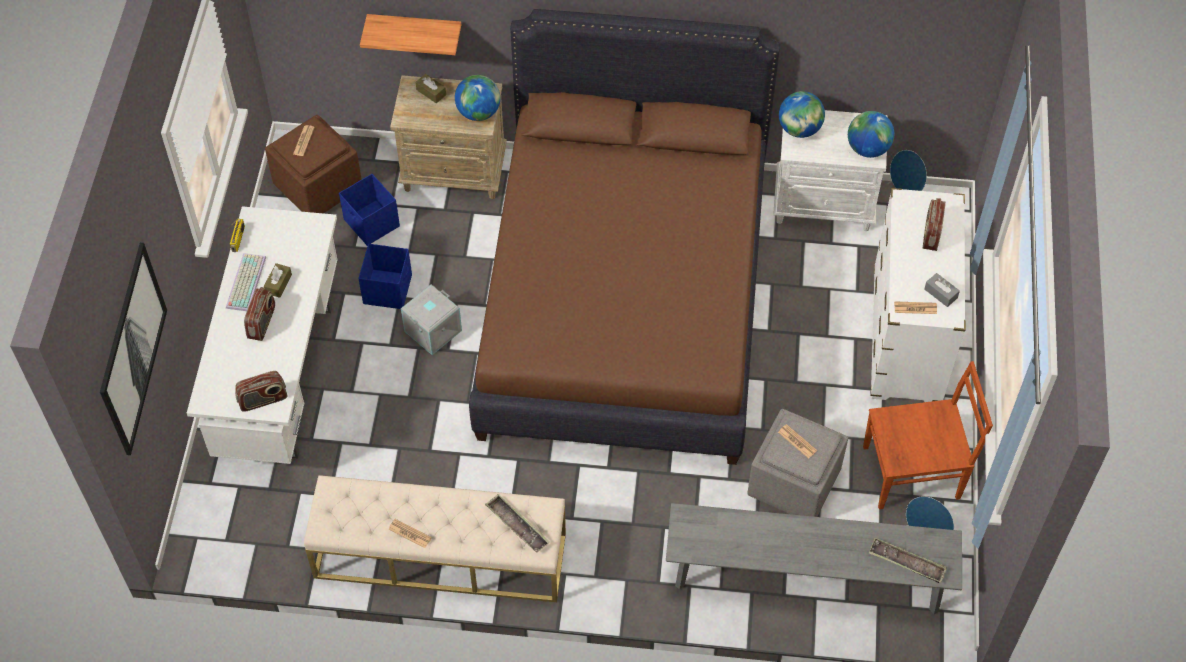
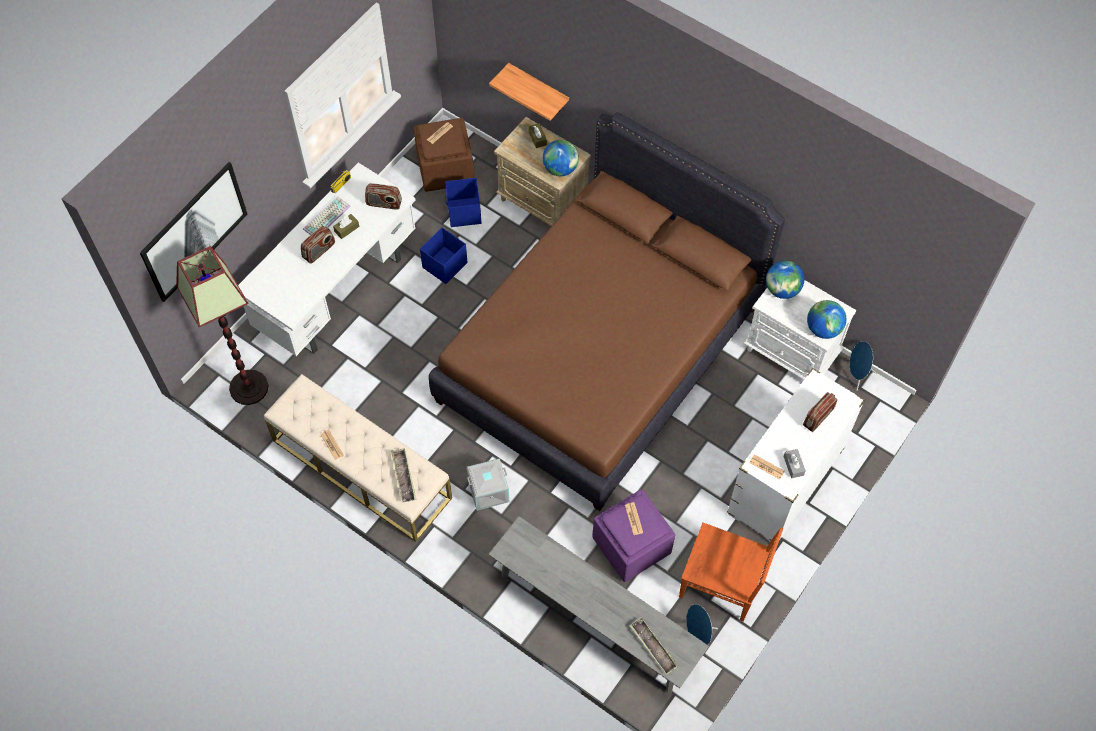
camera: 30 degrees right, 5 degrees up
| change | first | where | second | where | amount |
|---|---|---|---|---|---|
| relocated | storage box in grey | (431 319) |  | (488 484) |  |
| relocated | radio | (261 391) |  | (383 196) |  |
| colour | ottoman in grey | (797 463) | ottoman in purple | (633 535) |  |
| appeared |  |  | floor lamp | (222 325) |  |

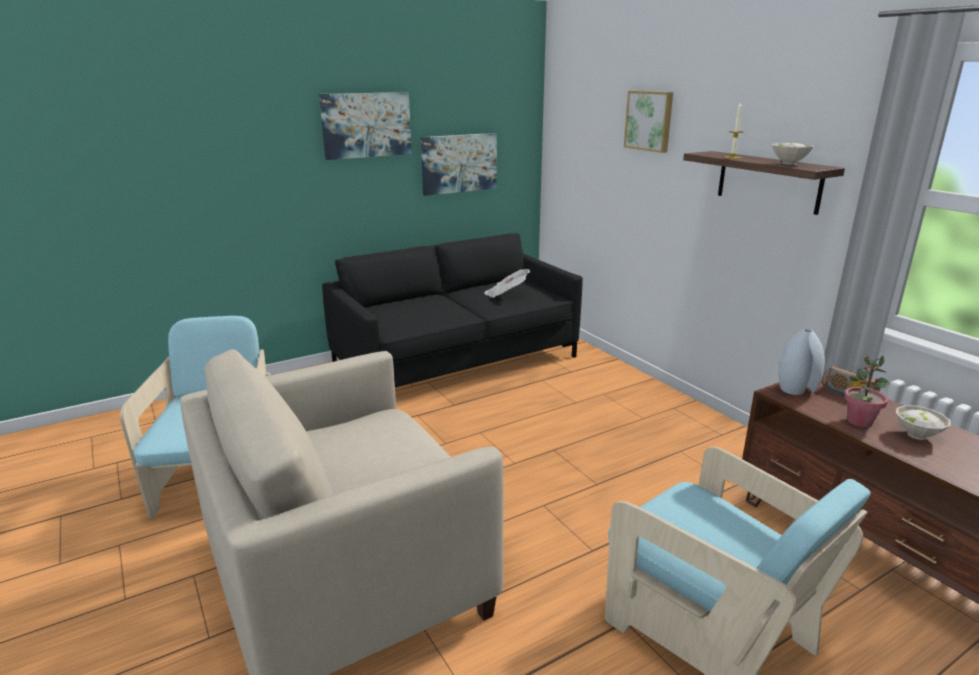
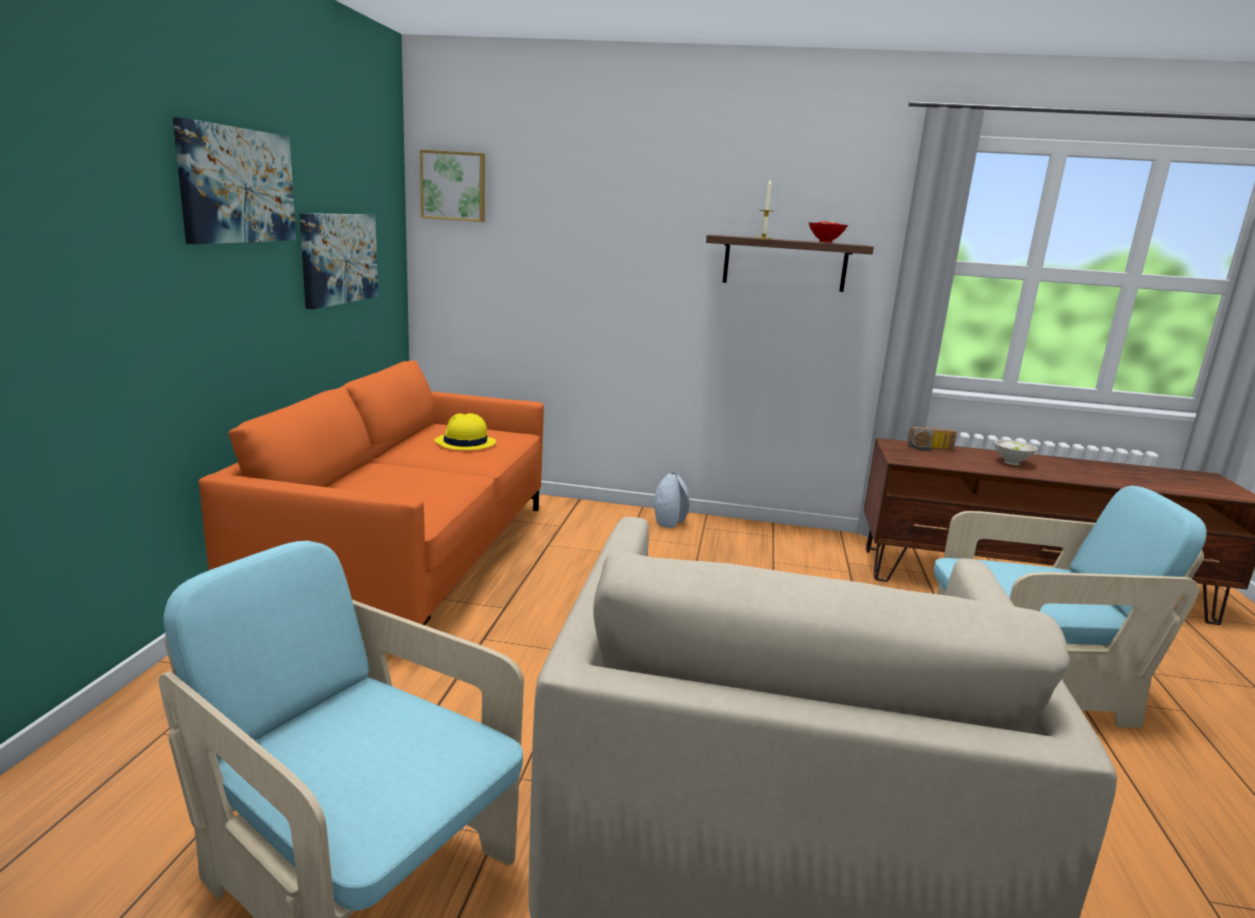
camera: 50 degrees left, 5 degrees down
| change | first | where | second | where | amount |
|---|---|---|---|---|---|
| relocated | picture | (648 122) |  | (452 186) |  |
| colour | bowl in white | (793 154) | bowl in red | (828 232) |  |
| colour | sofa in black | (452 310) | sofa in orange | (371 492) |  |
| exchanged | newspaper | (507 283) | hat in yellow | (465 431) |  |
| relocated | vase in grey | (801 362) |  | (671 500) |  |
| missing | potted plant | (867 391) |  |  |  |

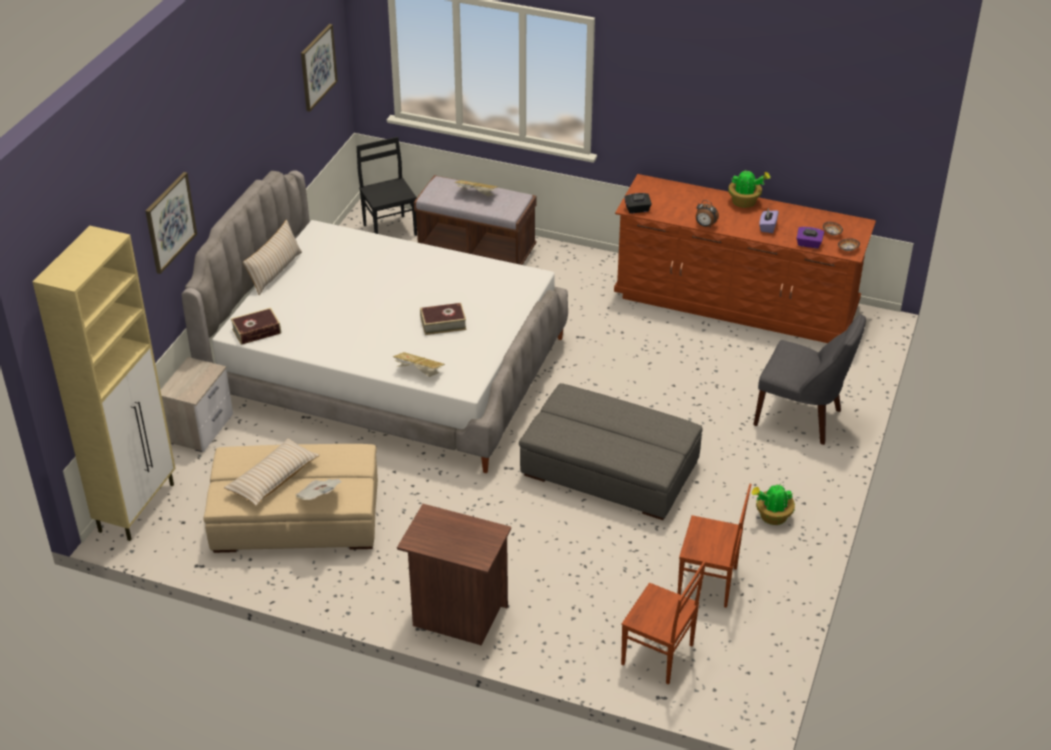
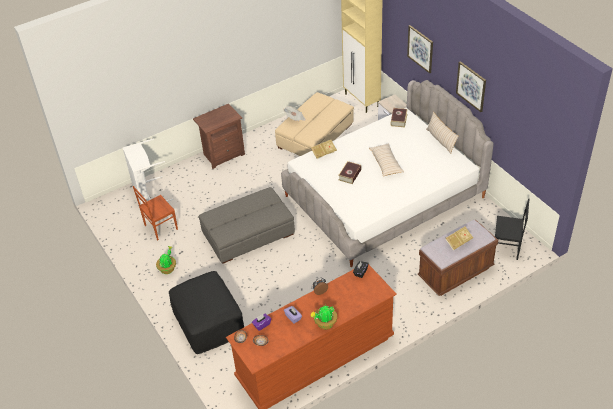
camera: 130 degrees right, 5 degrees up
| change | first | where | second | where | amount |
|---|---|---|---|---|---|
| relocated | picture | (319 68) |  | (471 86) |  |
| exchanged | chair in grey | (809 379) | ottoman in black | (206 312) |  |
| relocated | pillow in beige | (272 472) |  | (386 160) |  |
| exchanged | chair in brown | (663 622) | laundry basket in white | (148 171) |  |

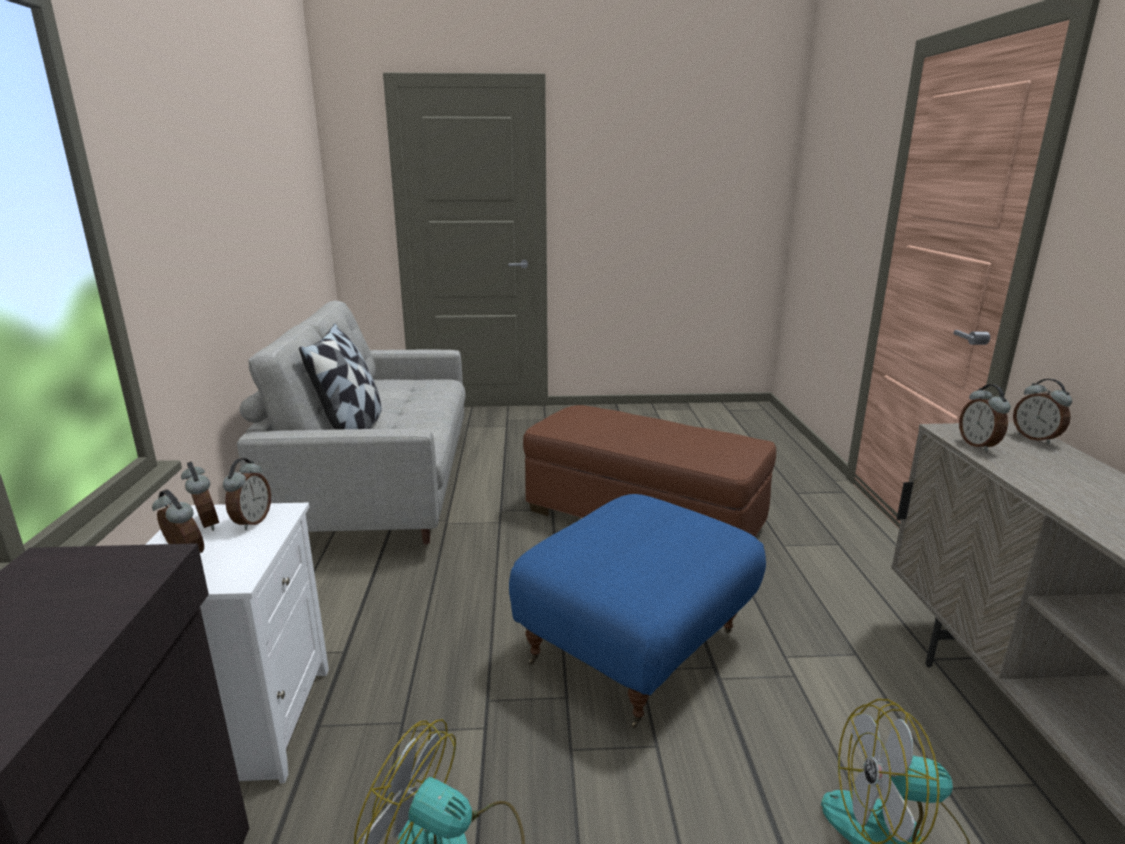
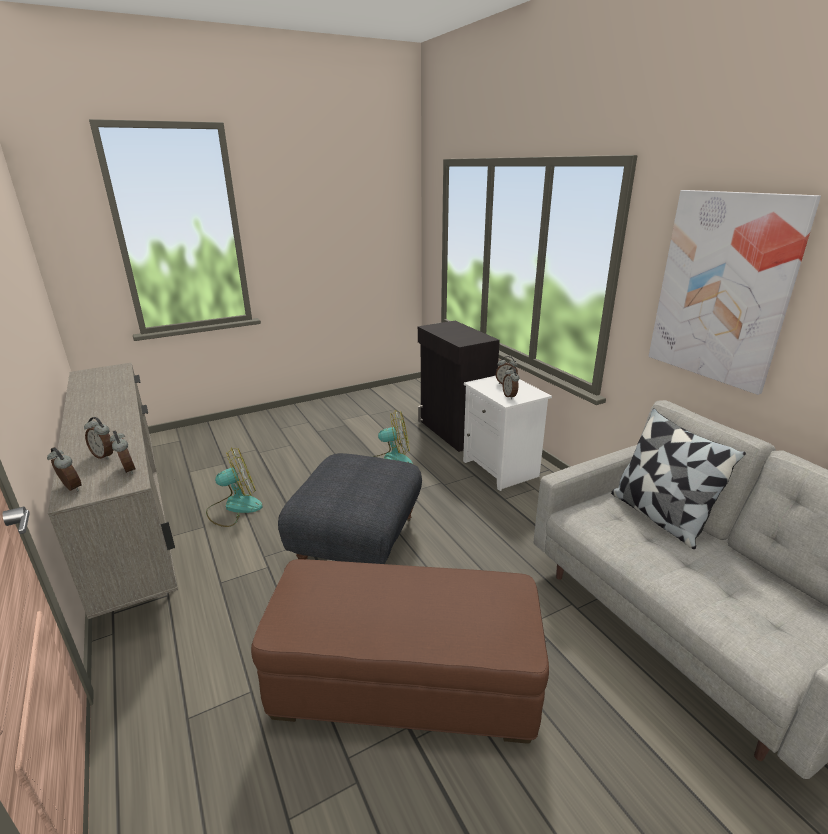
camera: 155 degrees right, 5 degrees up
| change | first | where | second | where | amount |
|---|---|---|---|---|---|
| relocated | alarm clock | (200 496) |  | (98 438) |  |
| colour | ottoman in blue | (637 611) | ottoman in grey | (350 508) |  |
| appeared |  |  | picture | (734 292) |  |

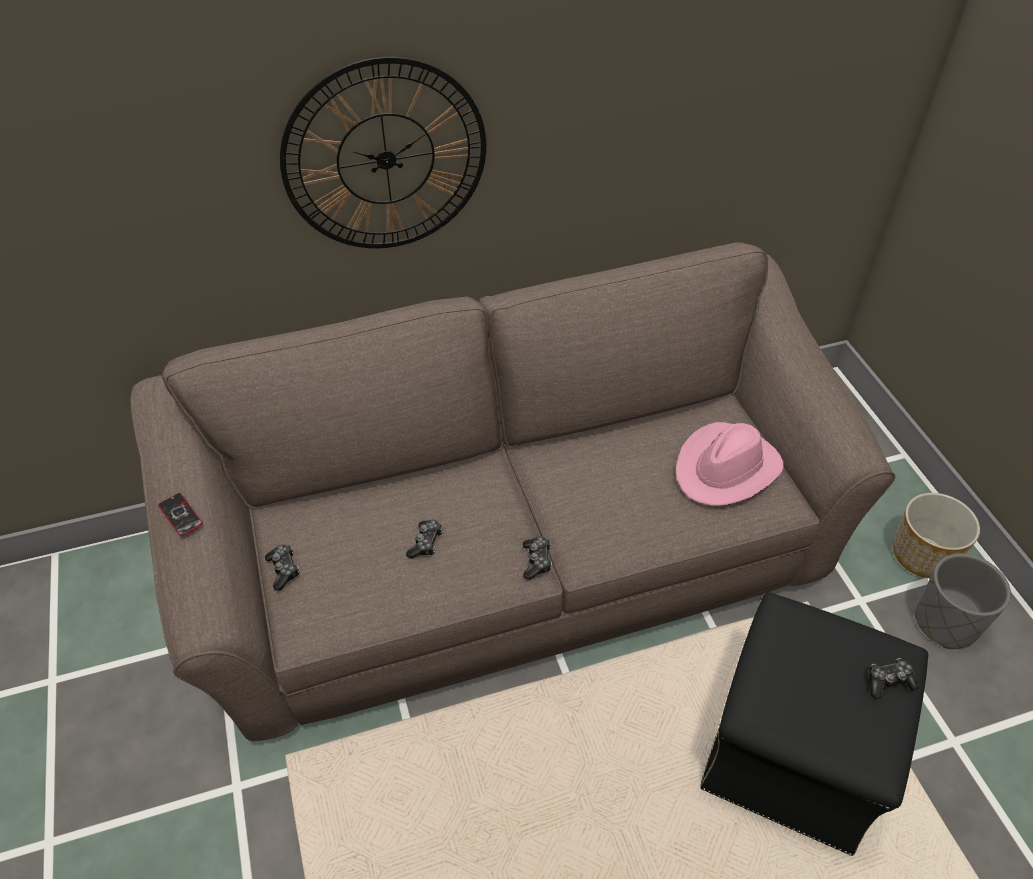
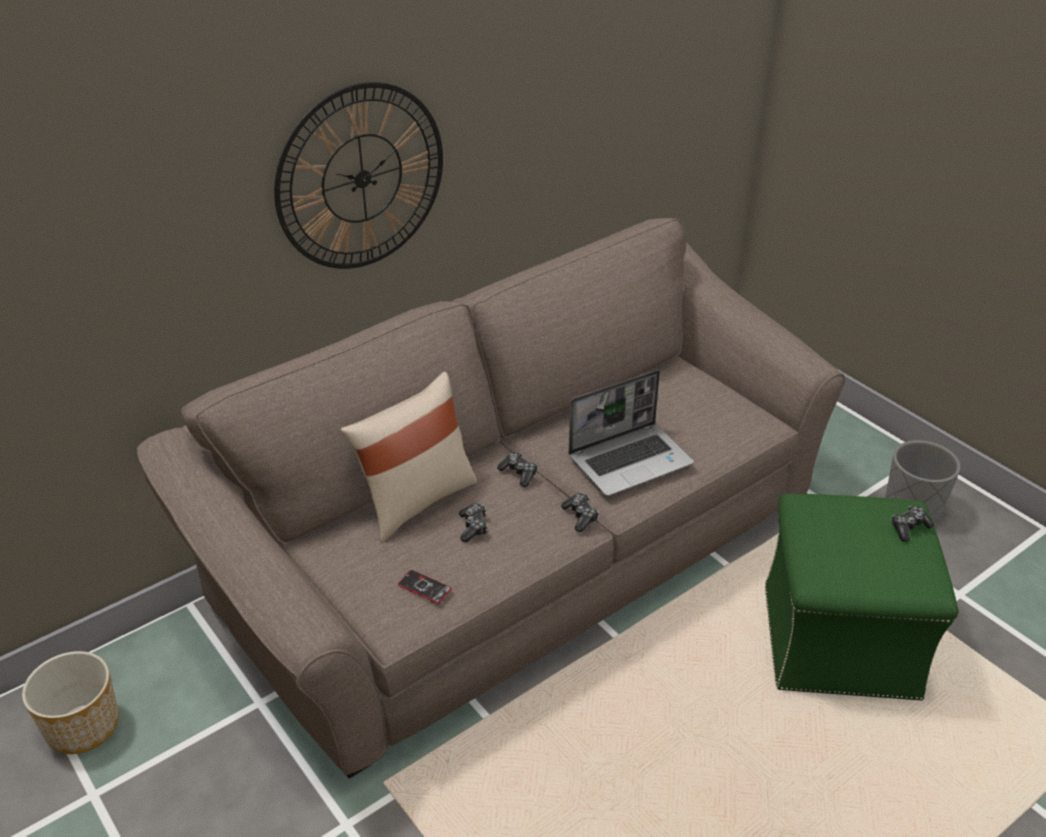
camera: 20 degrees left, 10 degrees down
| change | first | where | second | where | amount |
|---|---|---|---|---|---|
| missing | hat in pink | (730 464) |  |  |  |
| relocated | phone | (180 514) |  | (425 586) |  |
| relocated | planter | (936 535) |  | (70 702) |  |
| relocated | game controller | (282 567) |  | (517 469) |  |
| colour | ottoman in black | (814 724) | ottoman in green | (862 596) |  |
| appeared |  |  | laptop | (631 433) |  |
| appeared |  |  | pillow in beige | (409 457) |  |

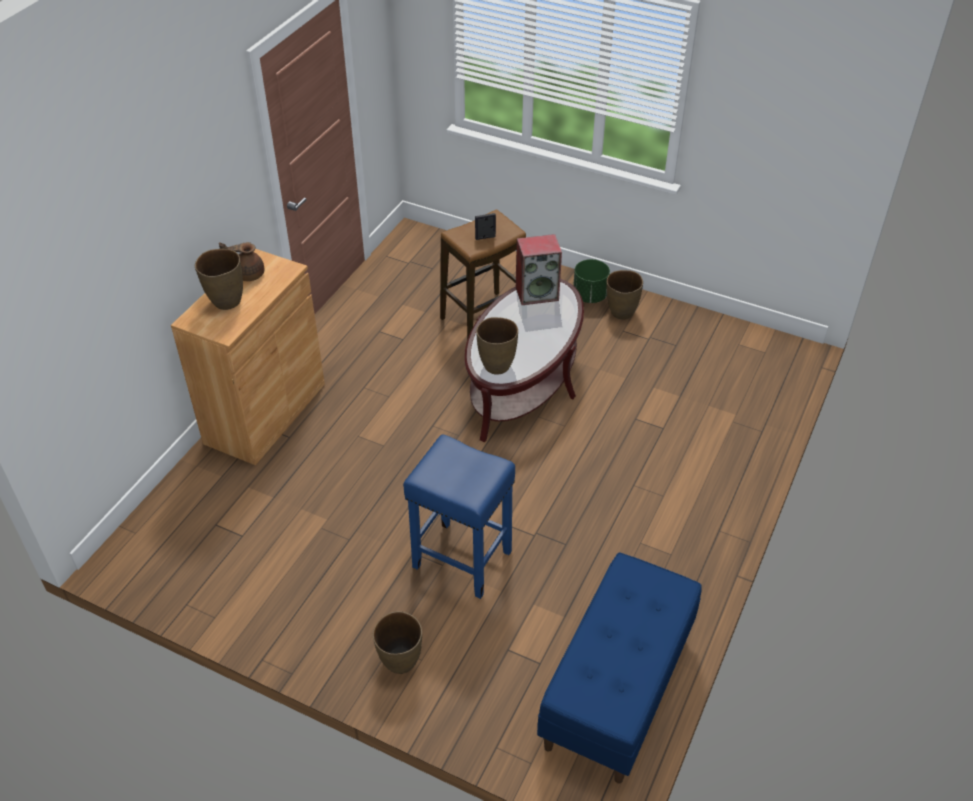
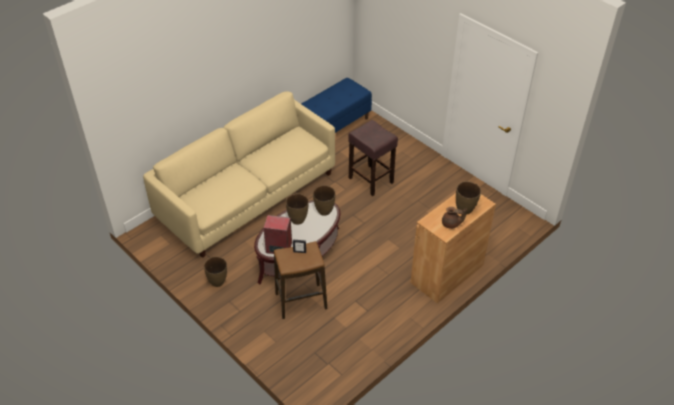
camera: 160 degrees left, 0 degrees up
| change | first | where | second | where | amount |
|---|---|---|---|---|---|
| missing | planter in green | (591 281) |  |  |  |
| colour | stool in blue | (459 516) | stool in brown | (373 158) |  |
| relocated | vase in brown | (397 642) |  | (297 209) |  |
| appeared |  |  | sofa in beige | (239 174) |  |

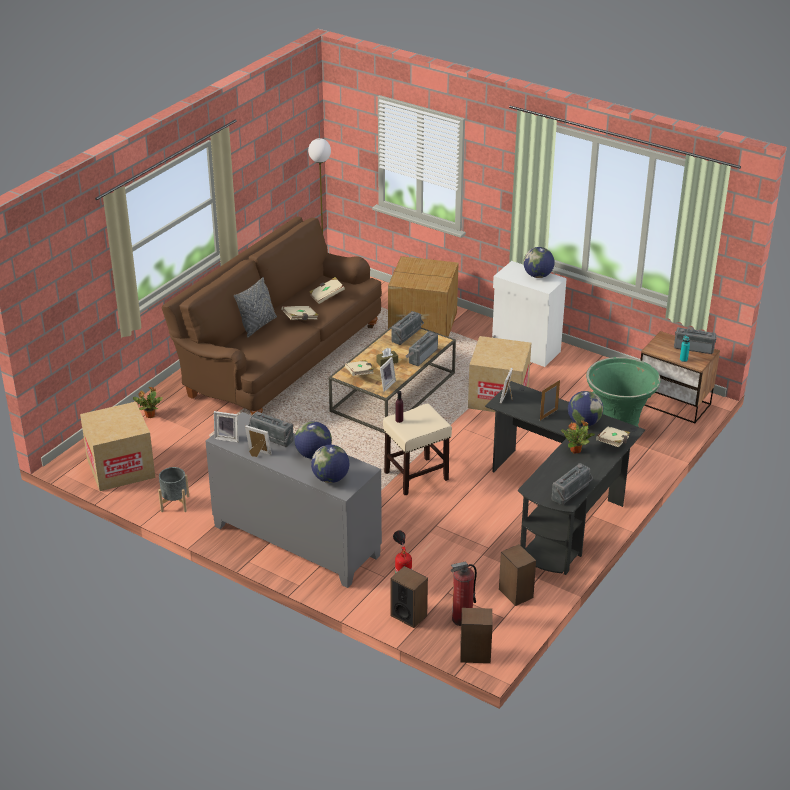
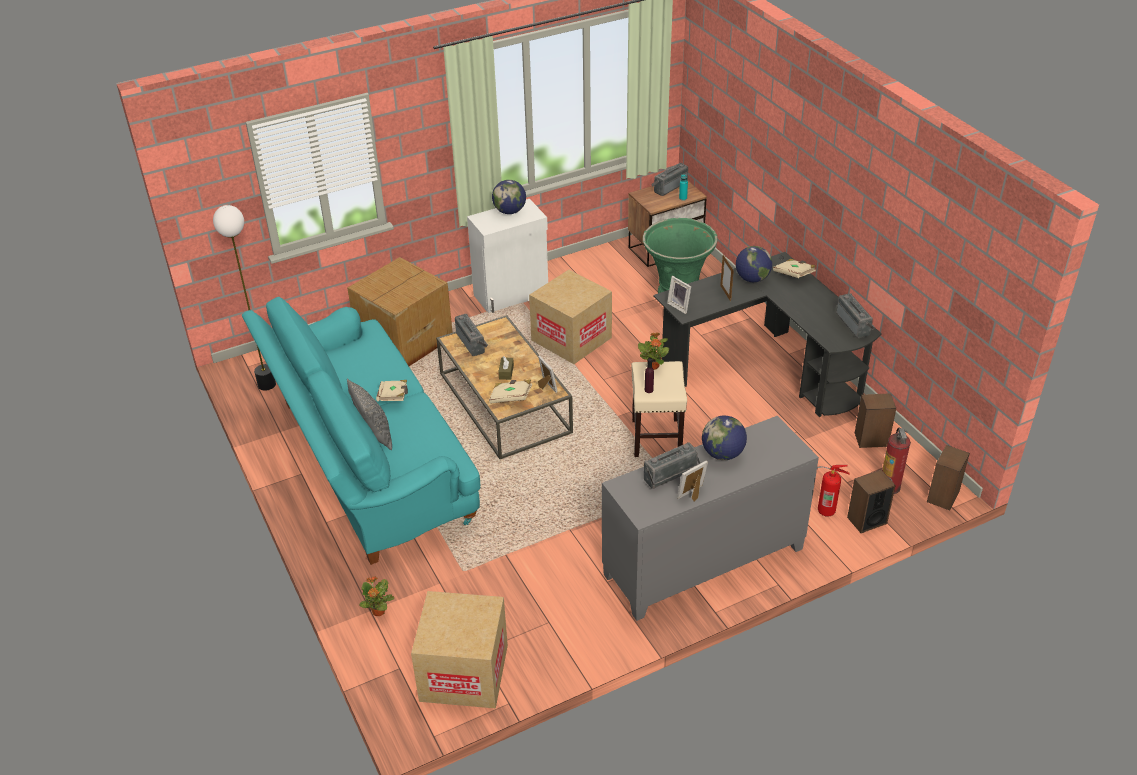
camera: 60 degrees left, 5 degrees up
| change | first | where | second | where | amount |
|---|---|---|---|---|---|
| colour | sofa in brown | (272 315) | sofa in turquoise | (361 431) |  |
| missing | book in beige | (327 290) |  |  |  |
| missing | radio | (422 348) |  |  |  |
| missing | picture frame | (226 427) |  |  |  |
| relocated | potted plant | (578 436) |  | (653 351) |  |
| missing | globe | (330 464) |  |  |  |
| missing | planter in grey | (173 489) |  |  |  |

